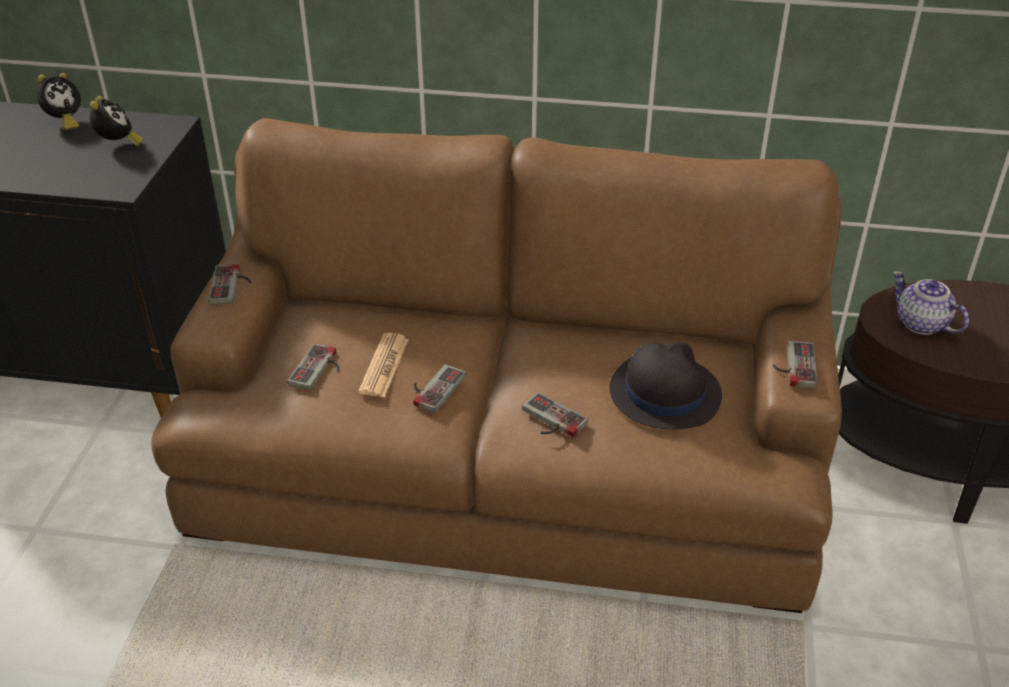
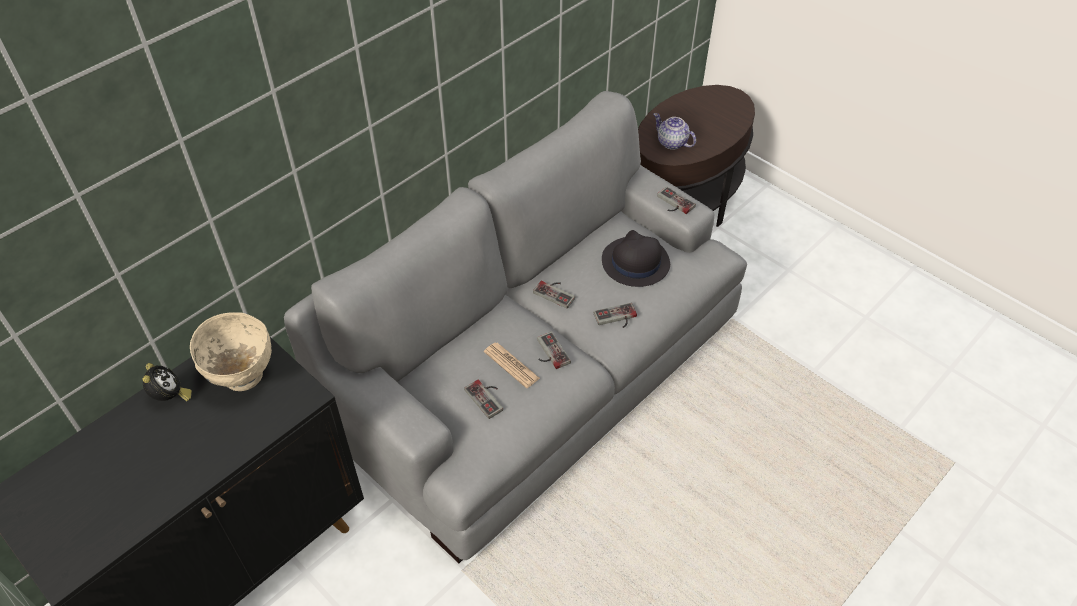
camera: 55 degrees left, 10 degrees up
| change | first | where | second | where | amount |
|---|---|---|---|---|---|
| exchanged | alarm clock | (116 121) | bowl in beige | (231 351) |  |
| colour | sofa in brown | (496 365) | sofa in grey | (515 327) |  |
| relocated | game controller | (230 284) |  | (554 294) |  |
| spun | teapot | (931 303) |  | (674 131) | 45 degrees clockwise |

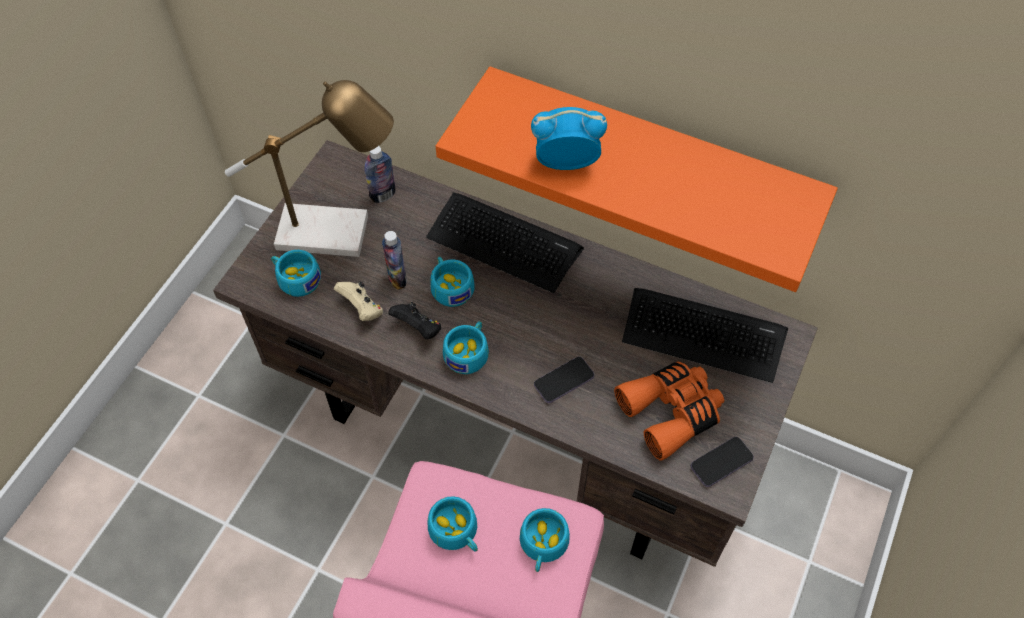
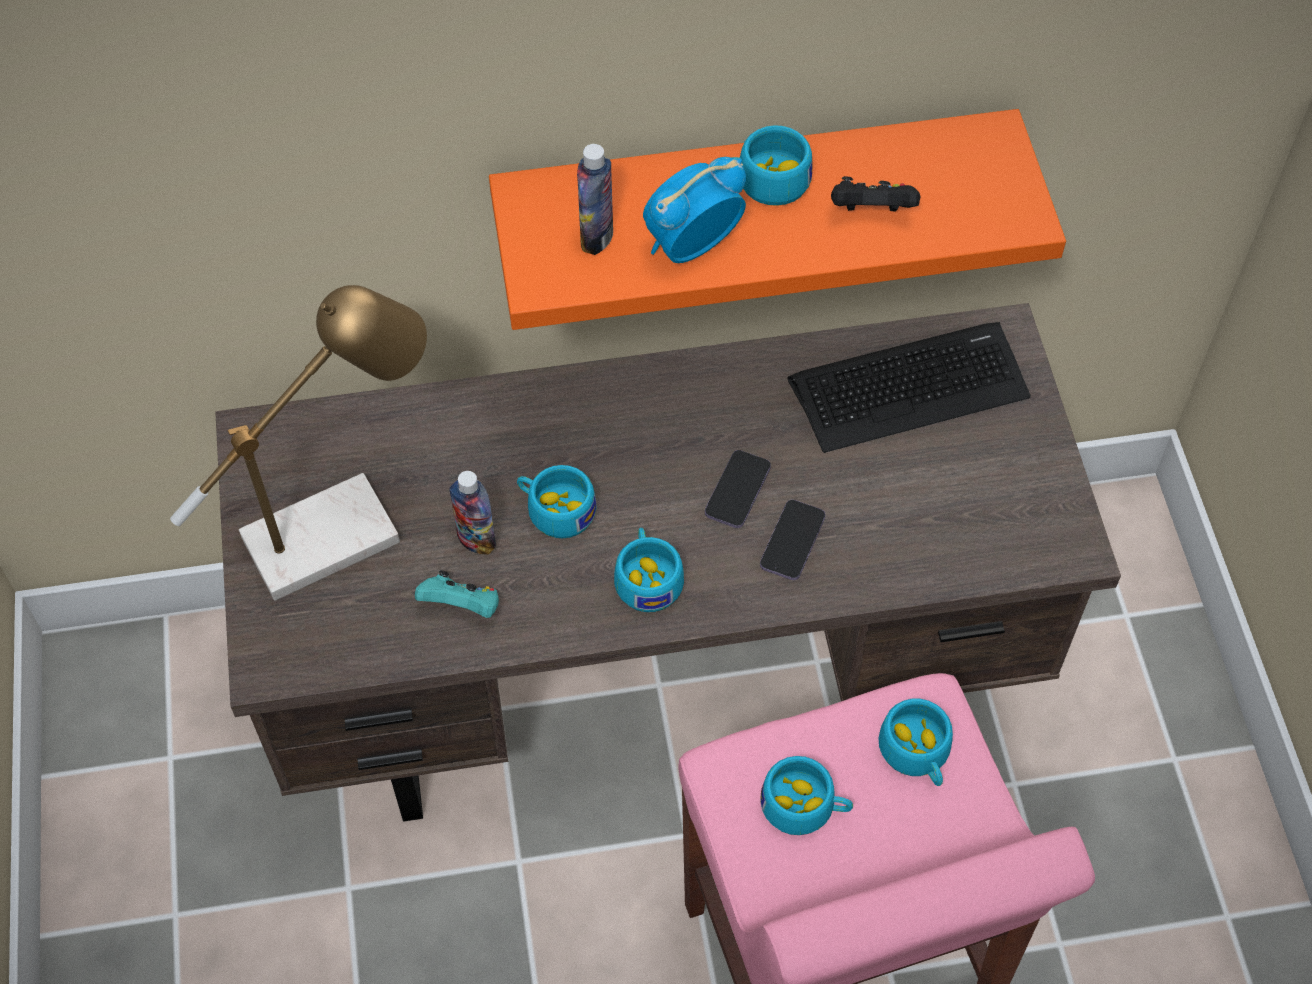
camera: 35 degrees left, 0 degrees up
| change | first | where | second | where | amount |
|---|---|---|---|---|---|
| relocated | bottle | (380 174) |  | (595 199) |  |
| missing | keyboard | (505 242) |  |  |  |
| relocated | cup in turquoise | (296 273) |  | (771 165) |  |
| colour | game controller in beige | (358 301) | game controller in turquoise | (457 594) |  |
| relocated | game controller in black | (414 320) |  | (875 194) |  |
| missing | binoculars in orange | (669 411) |  |  |  |
| relocated | phone | (722 462) |  | (738 489) |  |

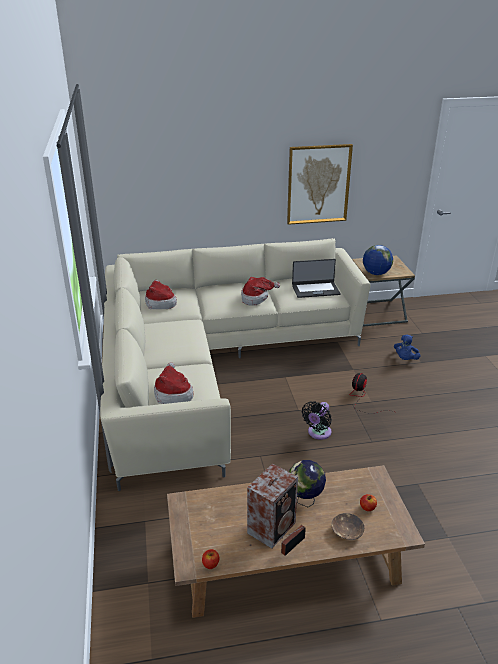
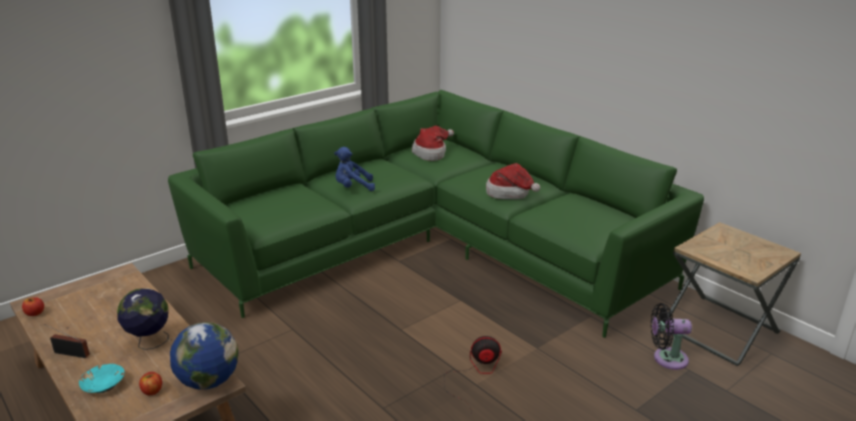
camera: 60 degrees right, 5 degrees down
| change | first | where | second | where | amount |
|---|---|---|---|---|---|
| missing | picture | (320 184) |  |  |  |
| colour | sofa in beige | (235 364) | sofa in green | (436 214) |  |
| relocated | globe | (378 260) |  | (204 355) |  |
| missing | laptop | (316 278) |  |  |  |
| relocated | plush toy in blue | (407 347) |  | (354 169) |  |
| missing | hat | (173 383) |  |  |  |
| relocated | fan in black | (317 420) |  | (671 336) |  |
| missing | speaker | (272 505) |  |  |  |
| colour | bowl in brown | (347 526) | bowl in turquoise | (102 378) |  |

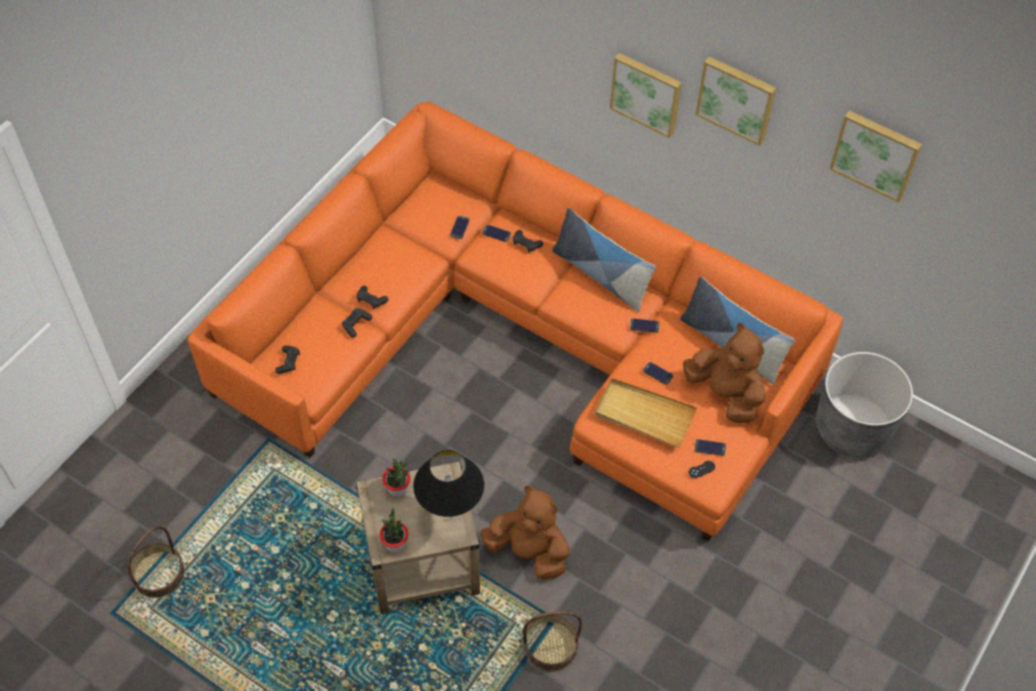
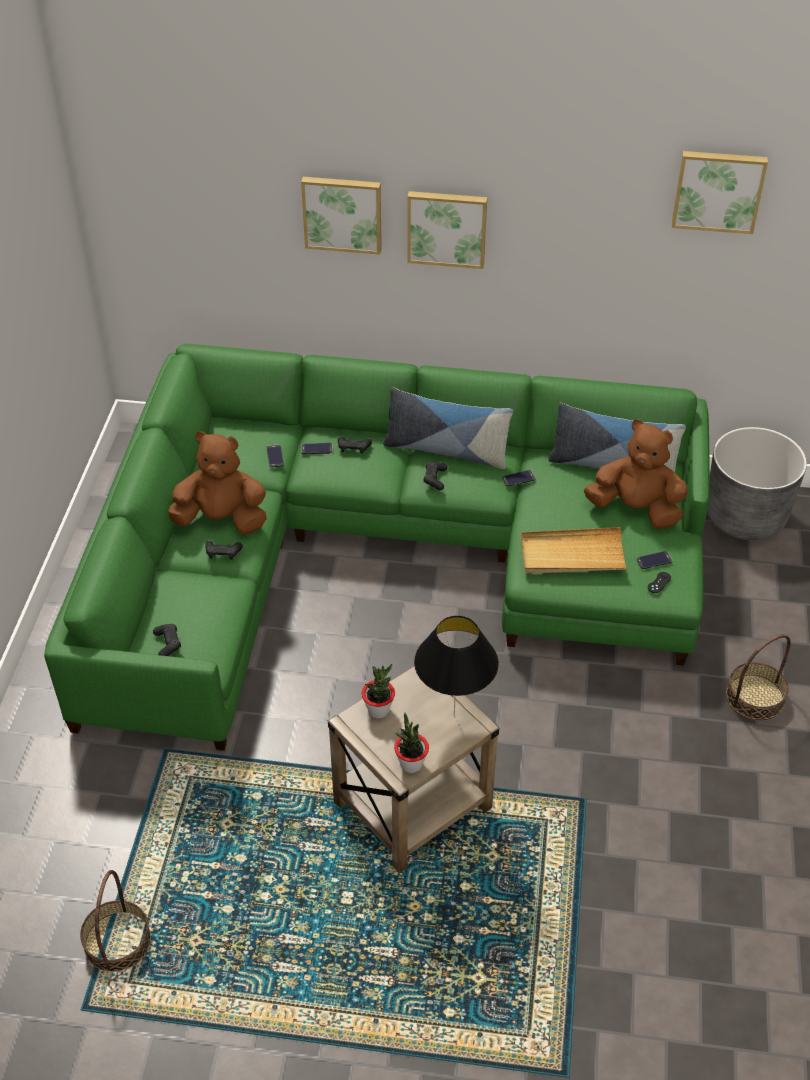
camera: 25 degrees left, 10 degrees down
| change | first | where | second | where | amount |
|---|---|---|---|---|---|
| relocated | picture | (736 101) |  | (341 216) |  |
| colour | sofa in orange | (515 322) | sofa in green | (377 547) |  |
| relocated | game controller in black | (357 323) |  | (435 476) |  |
| missing | phone | (658 373) |  |  |  |
| relocated | plush toy in brown | (525 533) |  | (217 482) |  |
| relocated | basket | (552 641) |  | (758 677) |  |

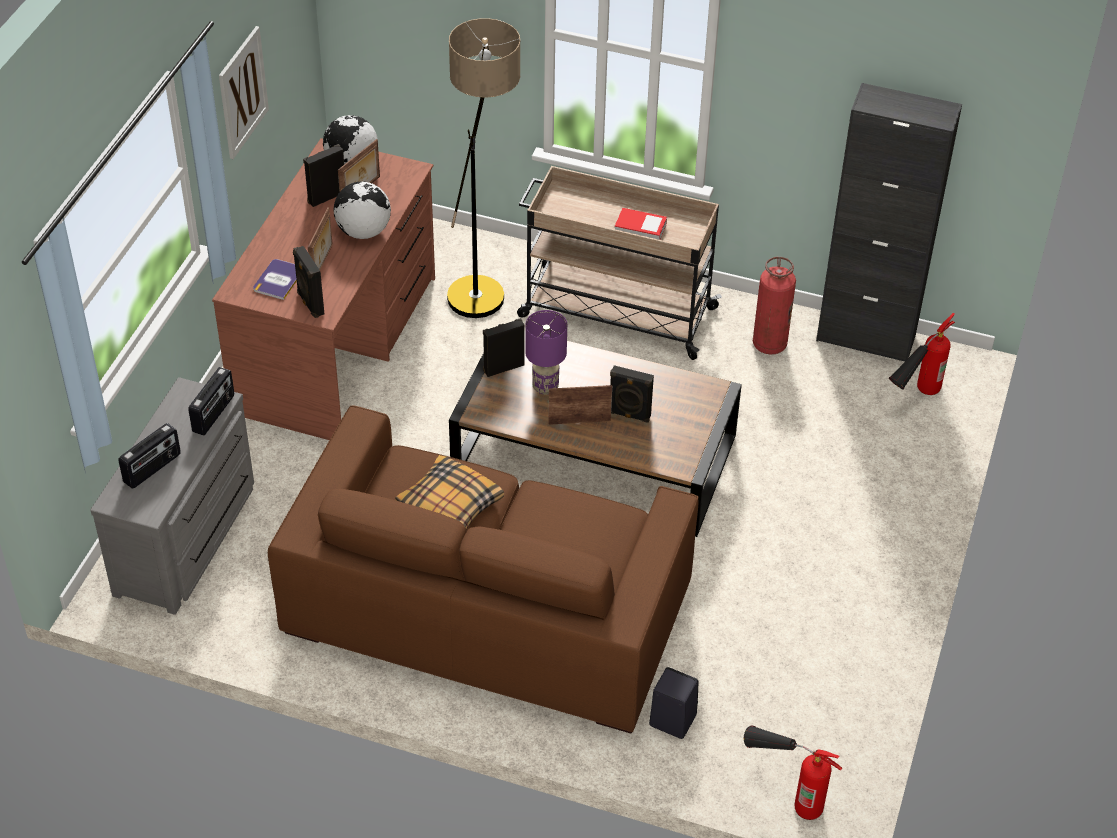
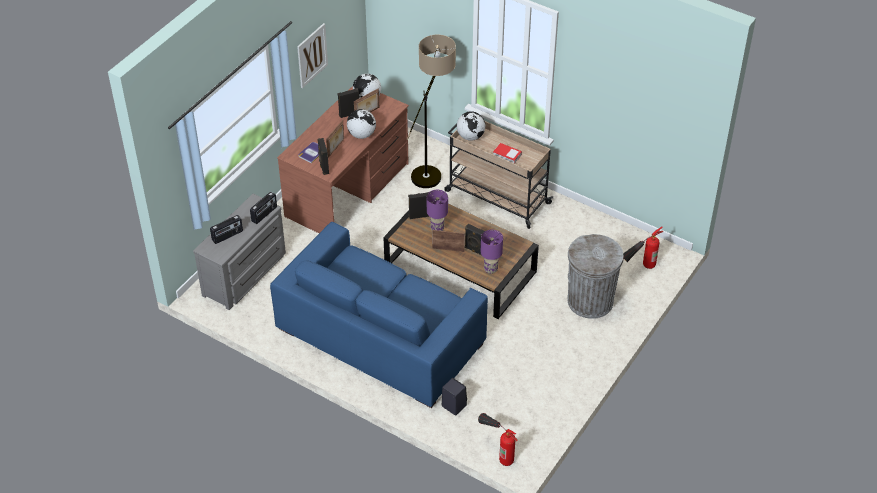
camera: 15 degrees right, 0 degrees up
| change | first | where | second | where | amount |
|---|---|---|---|---|---|
| missing | cabinet in black | (889 222) |  |  |  |
| missing | fire extinguisher | (774 305) |  |  |  |
| colour | sofa in brown | (483 569) | sofa in blue | (379 315) |  |
| missing | pillow | (449 492) |  |  |  |
| appeared |  |  | globe | (471 126) |  |
| appeared |  |  | table lamp in purple | (492 252) |  |
| appeared |  |  | trash can in grey | (595 276) |  |

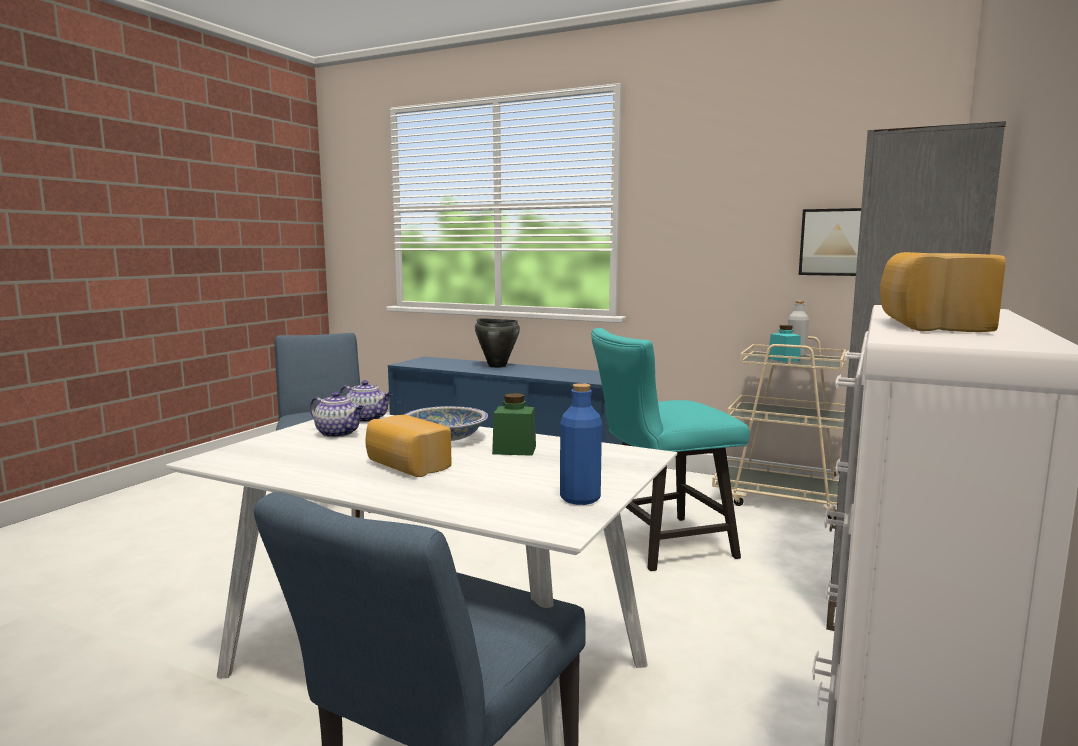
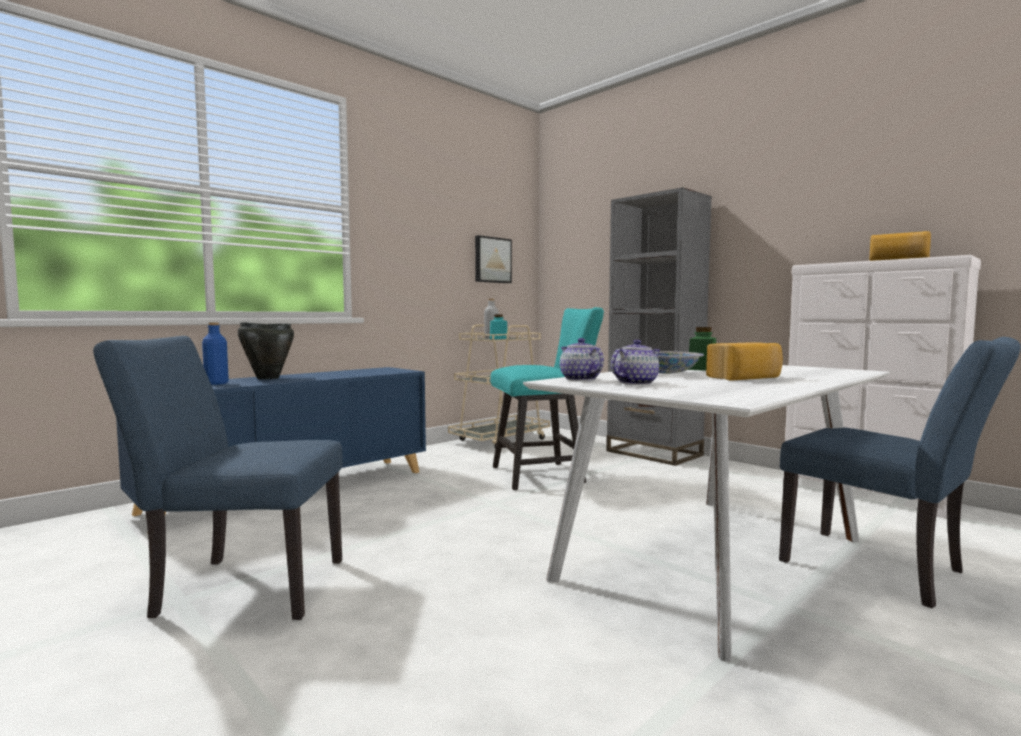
camera: 70 degrees left, 5 degrees down
| change | first | where | second | where | amount |
|---|---|---|---|---|---|
| spun | chair in turquoise | (670 449) |  | (547 398) | 105 degrees counterclockwise |
| spun | teapot | (365 401) |  | (582 359) | 75 degrees counterclockwise |
| relocated | bottle in blue | (581 444) |  | (215 353) |  |

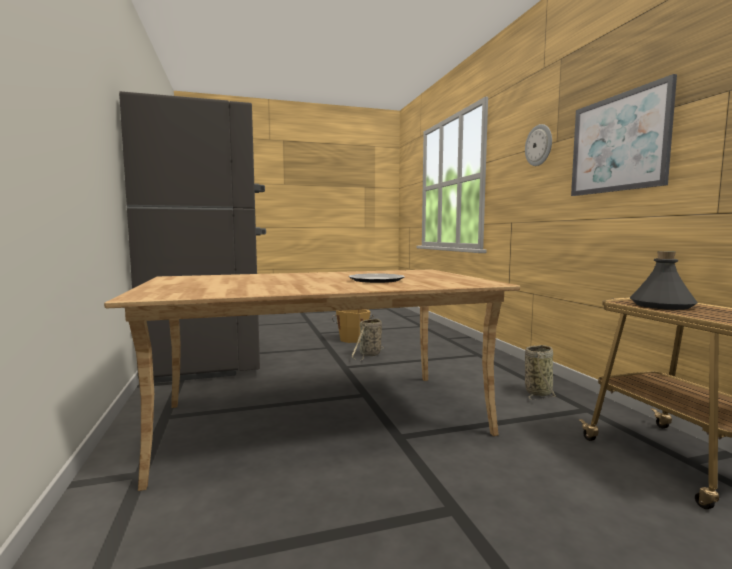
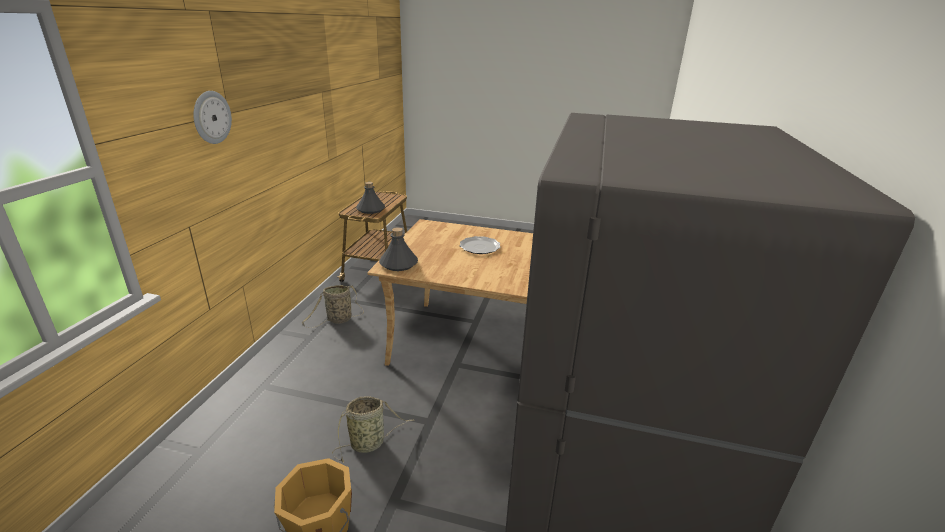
camera: 150 degrees left, 20 degrees up
| change | first | where | second | where | amount |
|---|---|---|---|---|---|
| missing | picture | (624 135) |  |  |  |
| appeared |  |  | bottle in grey | (398 249) |  |

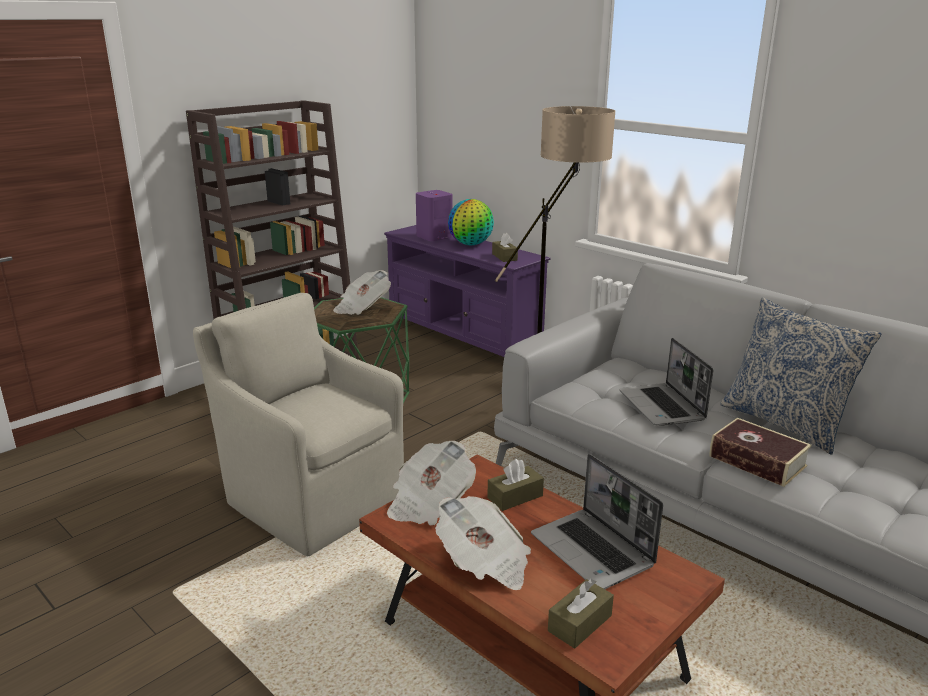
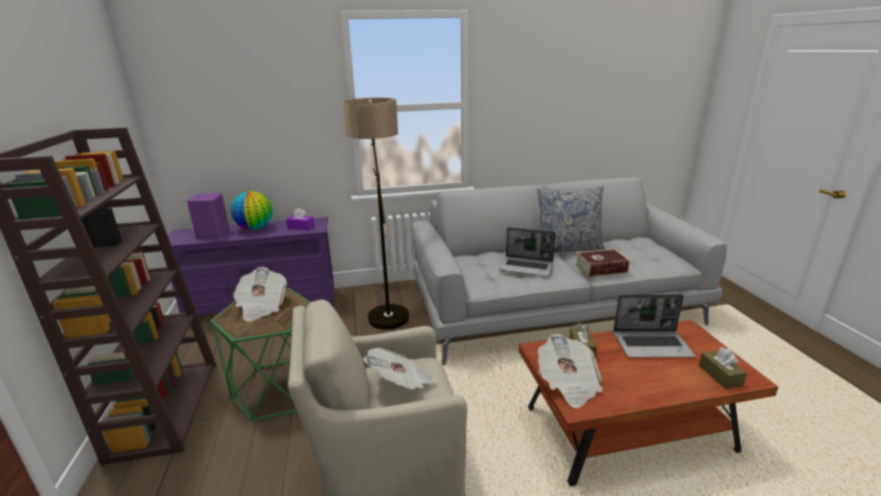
camera: 55 degrees left, 0 degrees up
| change | first | where | second | where | amount |
|---|---|---|---|---|---|
| colour | tissue box in brown | (505 247) | tissue box in purple | (300 219) |  |
| relocated | newspaper | (483 543) |  | (400 369) |  |

